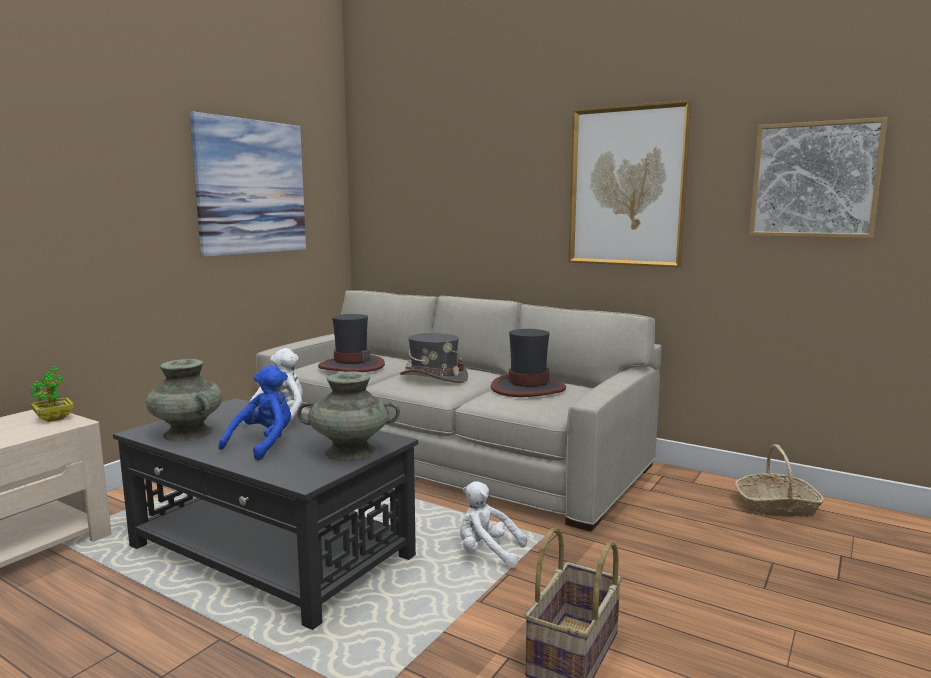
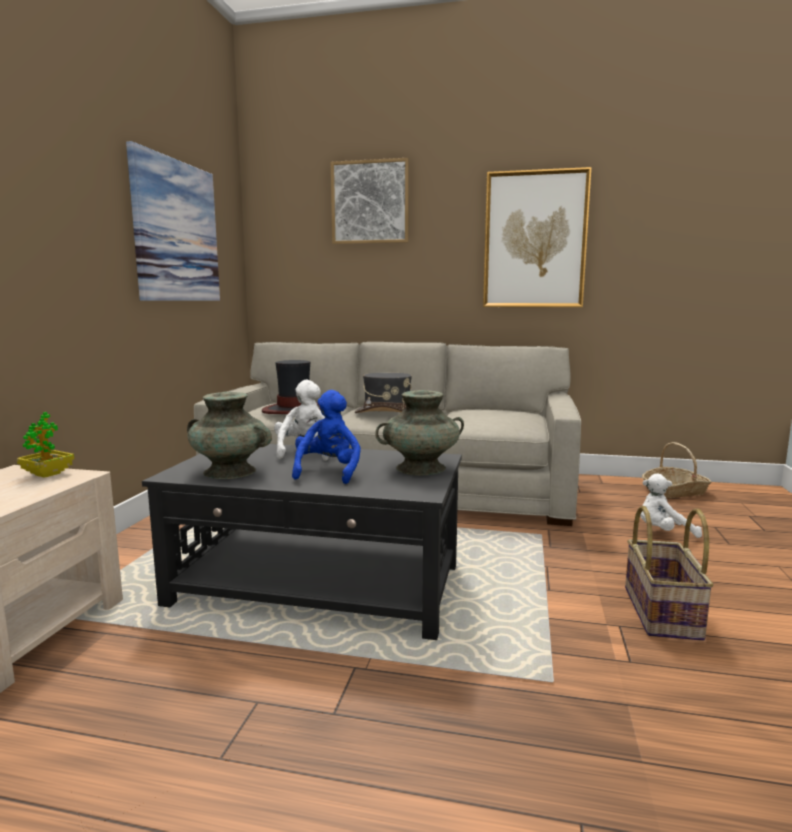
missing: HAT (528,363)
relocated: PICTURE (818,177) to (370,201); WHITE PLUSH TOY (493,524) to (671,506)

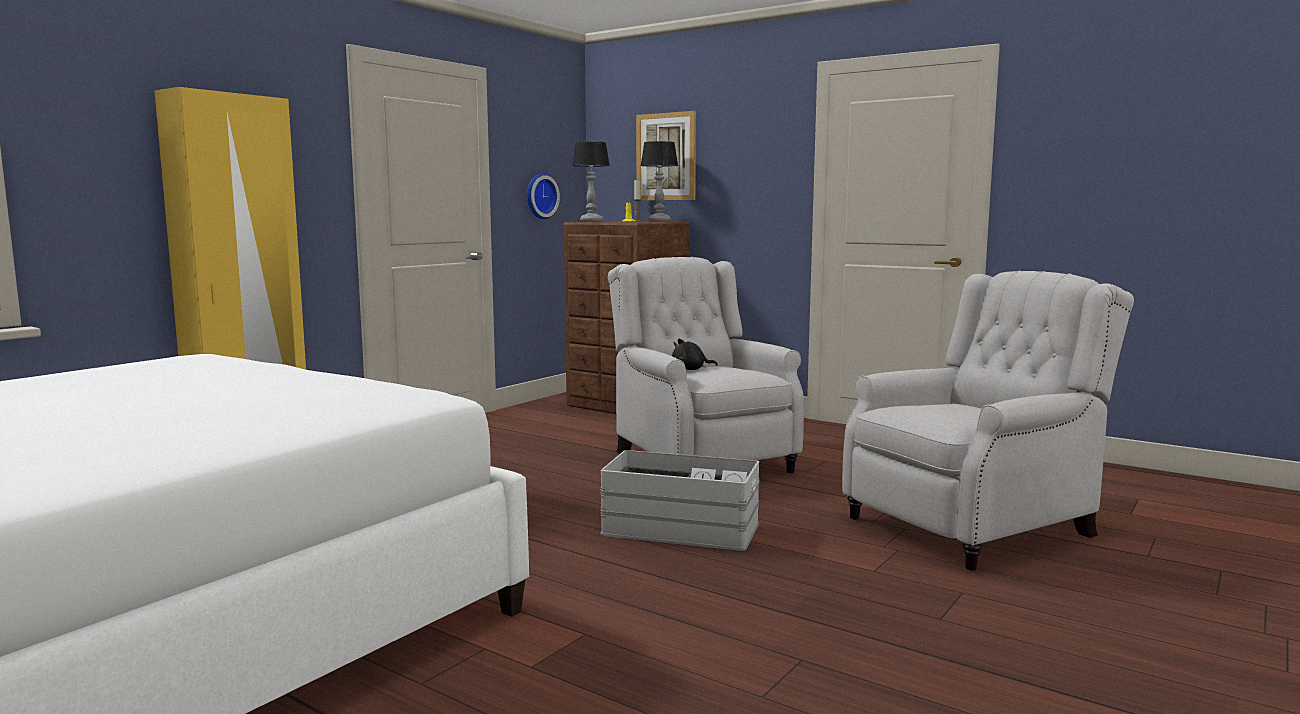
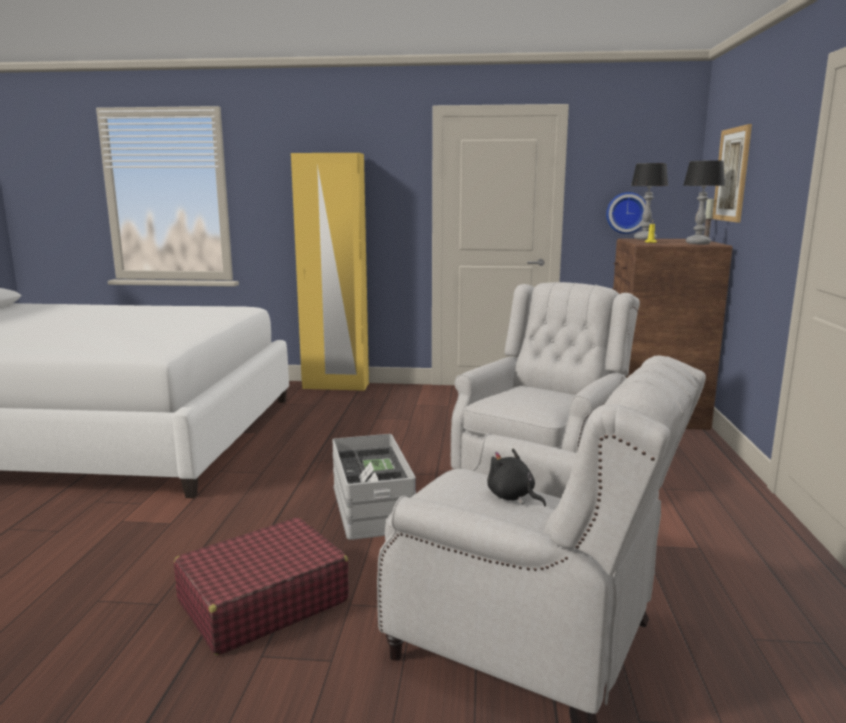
appeared: RED SUITCASE (261,586)
relocated: BLACK PLUSH TOY (694,354) to (516,477)

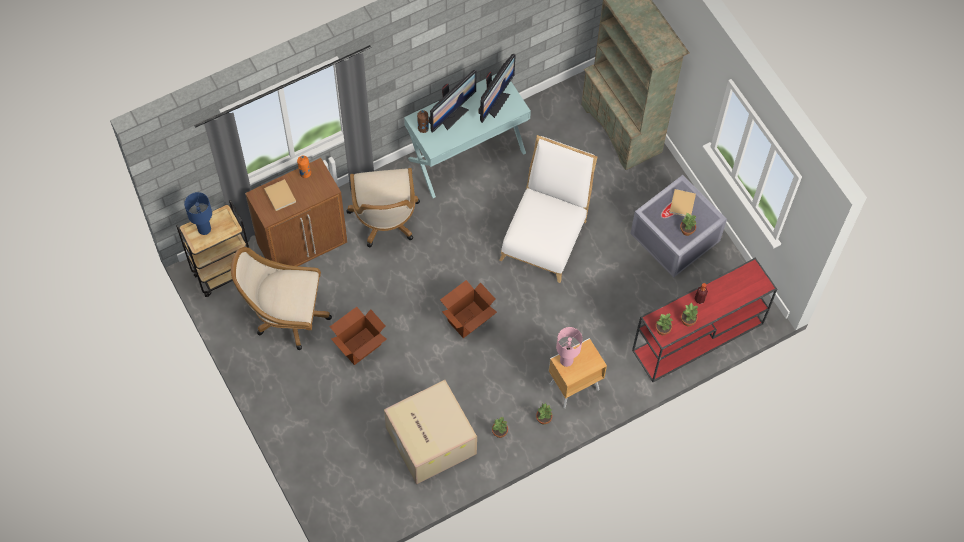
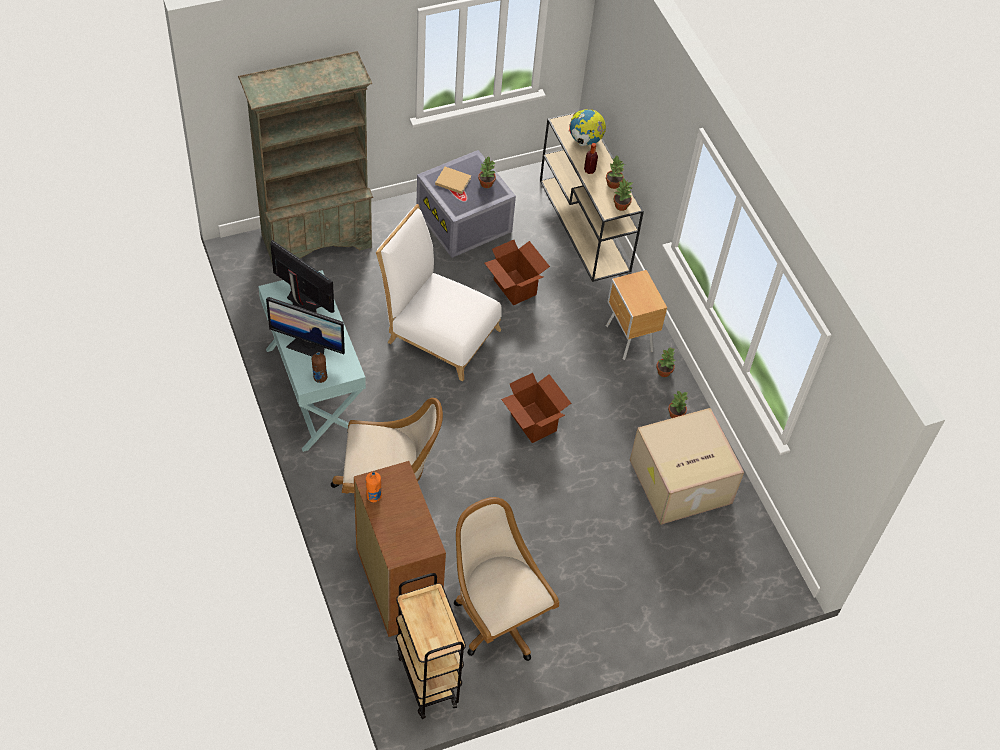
missing: BLUE TABLE LAMP (198,213); BEIGE BOOK (280,195); PINK TABLE LAMP (569,347)
appeared: GLOBE (587,127)
relocated: CARDBOARD BOX (358,336) to (517,272)
colour: RED CONSOLE TABLE (704,320) to BEIGE CONSOLE TABLE (592,197)
spun: MONITOR (453,101) = (305,326) 150 degrees clockwise; OFFICE CHAIR (281,298) = (506,579) 135 degrees clockwise

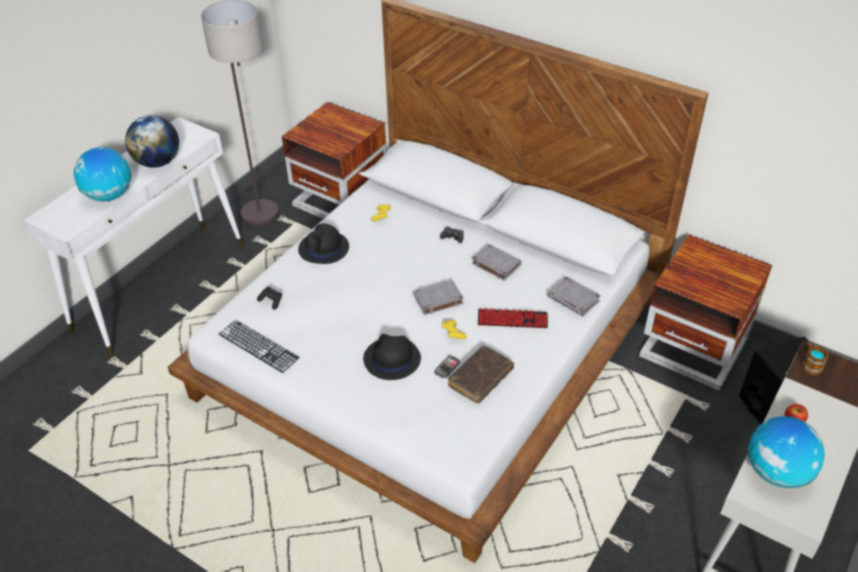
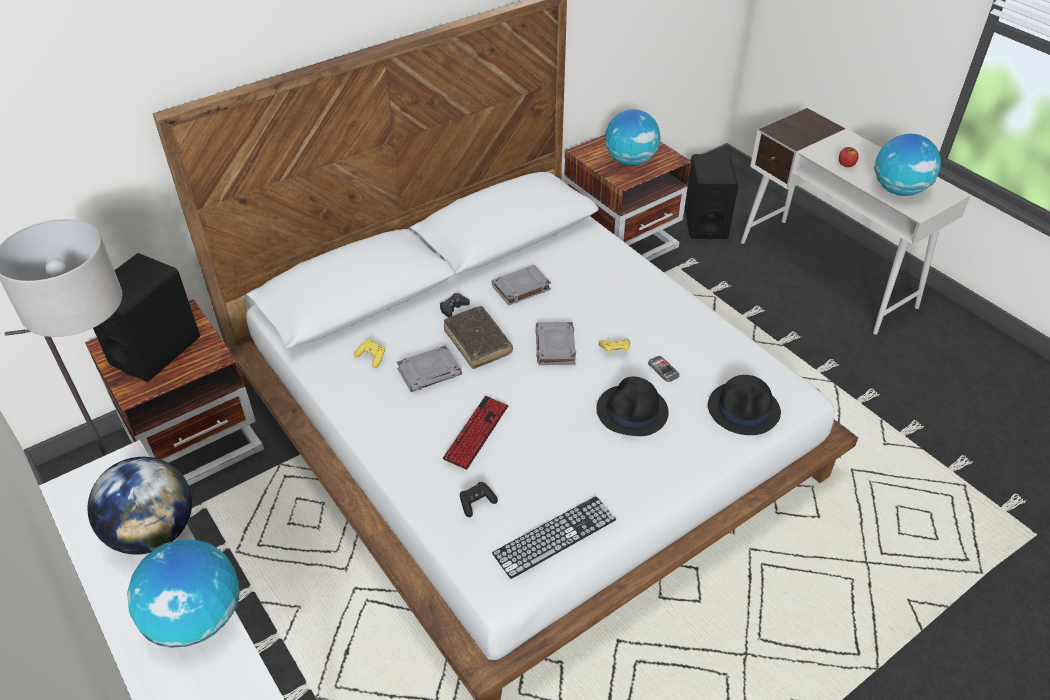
missing: MUG (815,358)
appeared: BLACK SPEAKER (146,317); GLOBE (632,137)
relocated: GREY BOOK (574,296) to (429,368); KEYBOARD (513,318) to (475,433); BROWN BOOK (481,375) to (478,337); BLACK HAT (323,244) to (744,405)

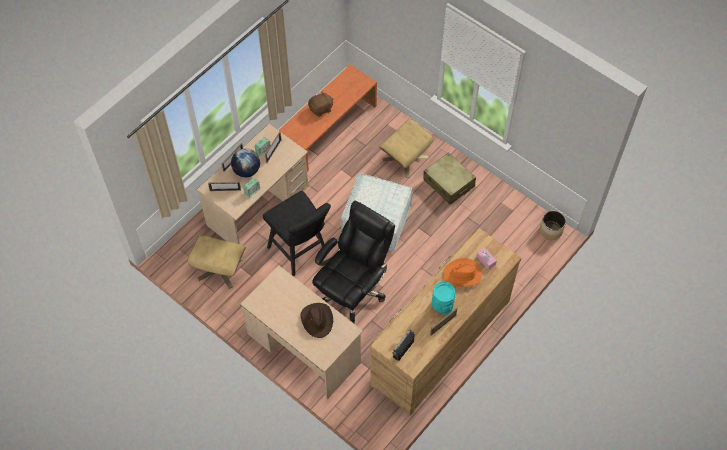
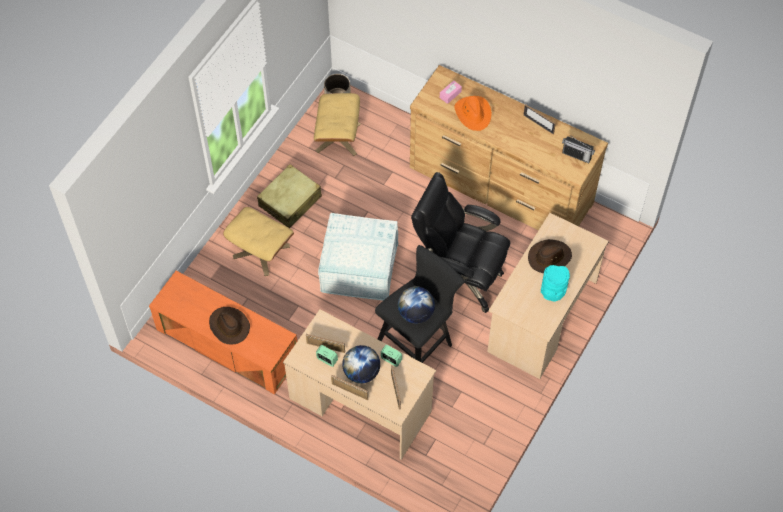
appeared: GLOBE (416,305)
relocated: BEIGE OTTOMAN (216,262) to (337,124); TURQUOISE VASE (443,298) to (555,283)
exchanged: BROWN PLUSH TOY (320,104) to BROWN HAT (229,325)

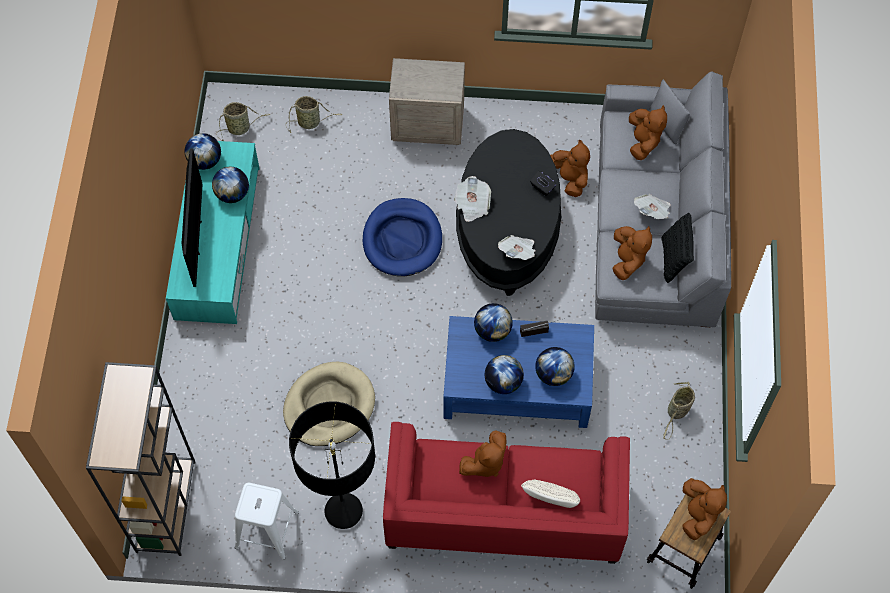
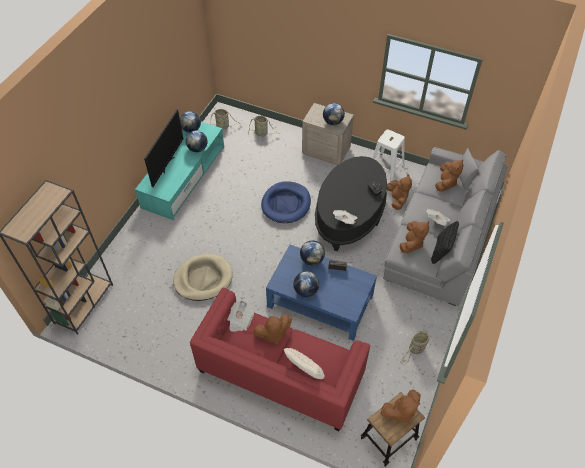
missing: BLACK FLOOR LAMP (332,465)
relocated: NEWSPAPER (472,199) to (240,316); GLOBE (555,366) to (334,114); WHITE STOOL (266,521) to (388,156)
spun: BROWN PLUSH TOY (704,509) = (401,406) 45 degrees clockwise

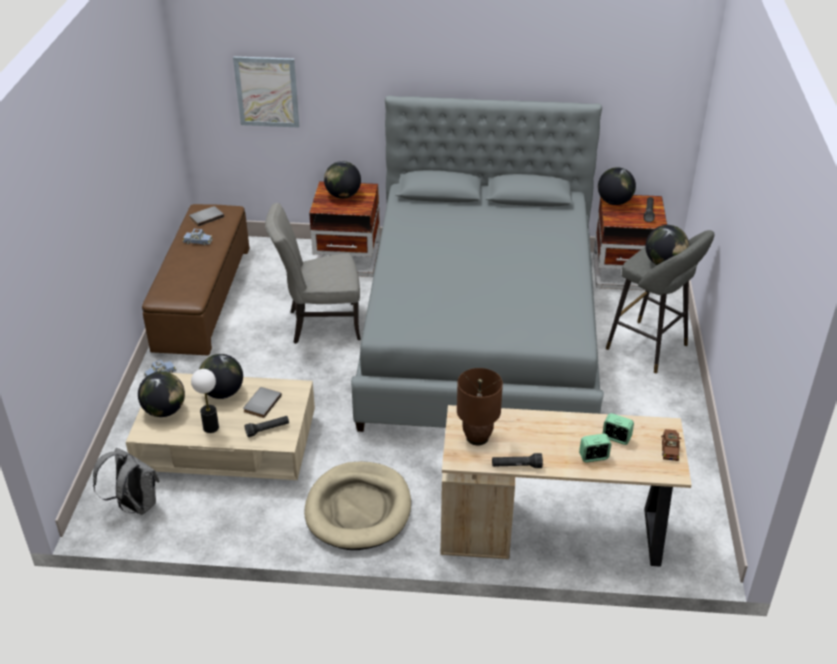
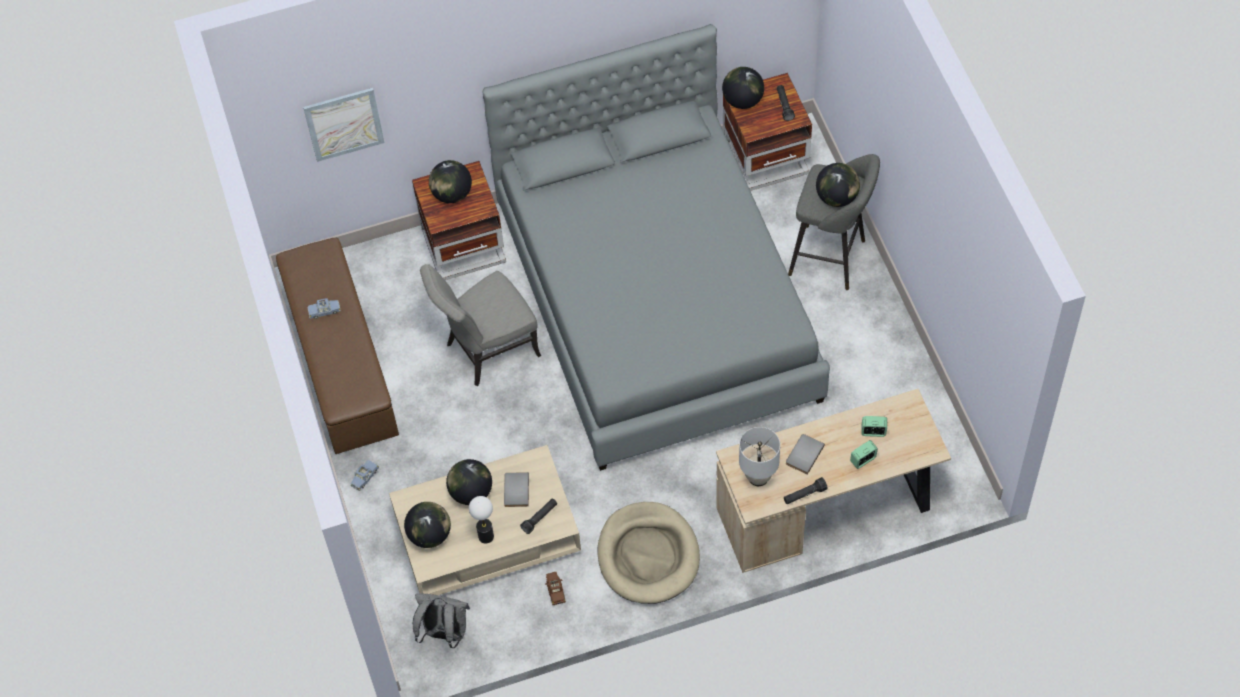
relocated: BROWN TOY CAR (671,445) to (555,588); GREY BOOK (206,216) to (805,454)
colour: BROWN TABLE LAMP (480,406) to WHITE TABLE LAMP (759,456)

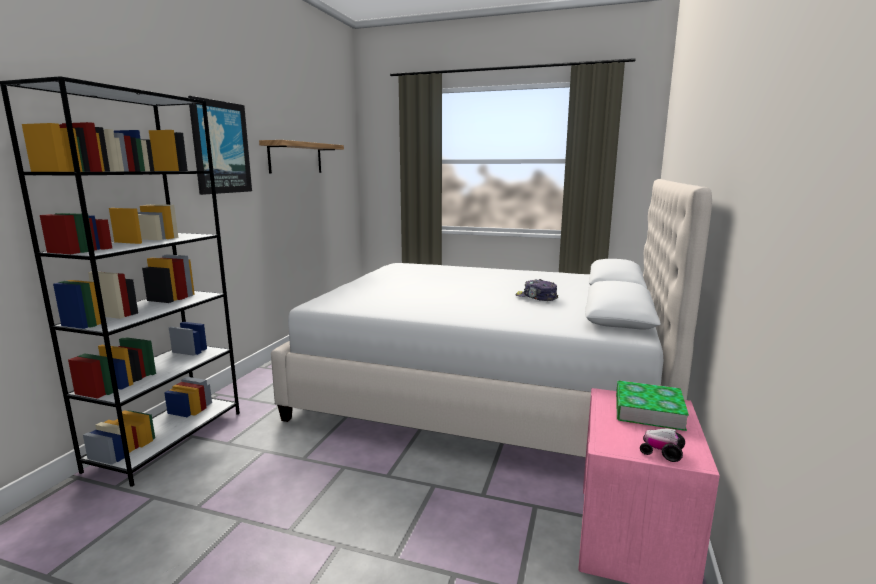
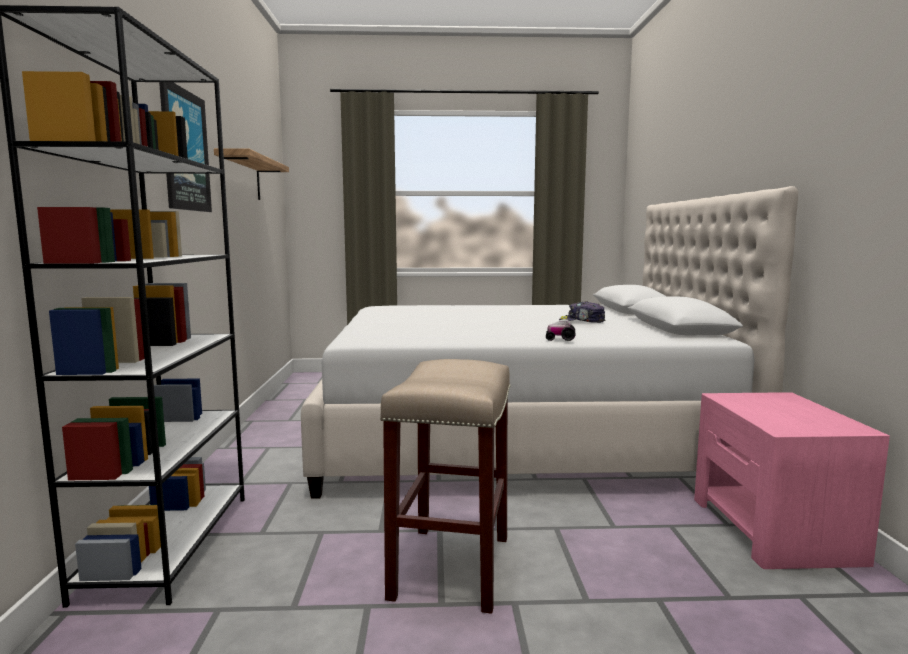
missing: BOOK (652,405)
appeared: BEIGE STOOL (445,486)
relocated: TOY CAR (662,445) to (561,330)

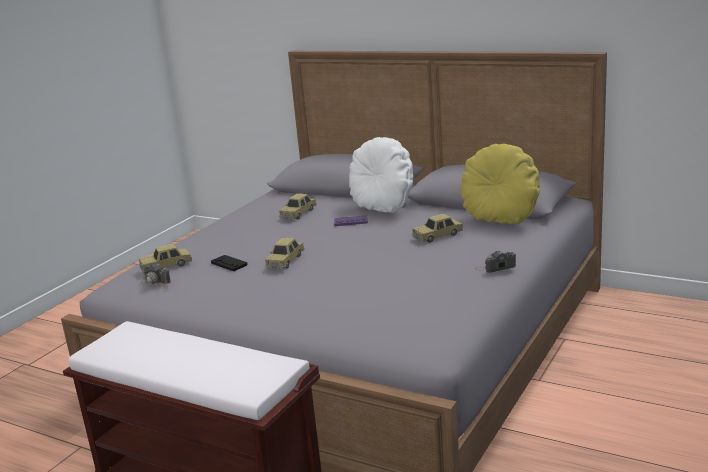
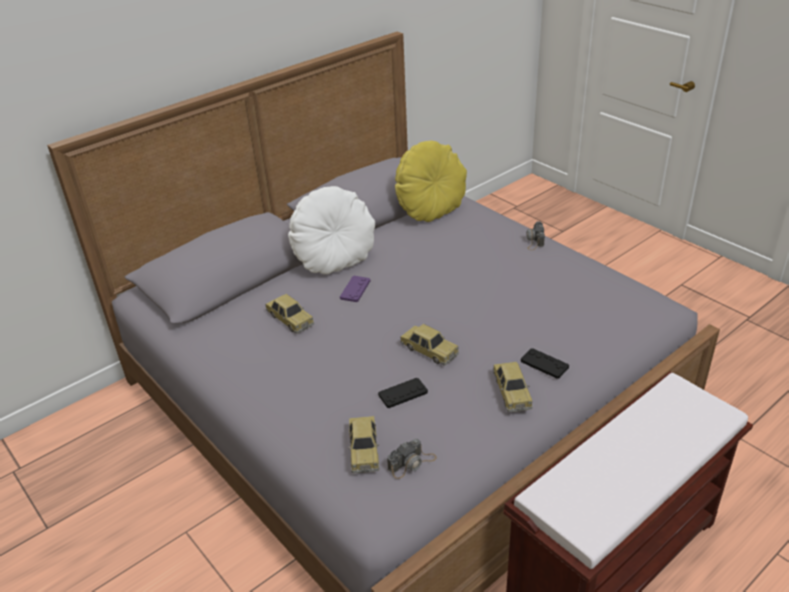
appeared: BLACK GAME CONTROLLER (545,363)
relocated: TOY CAR (437,228) to (512,387)

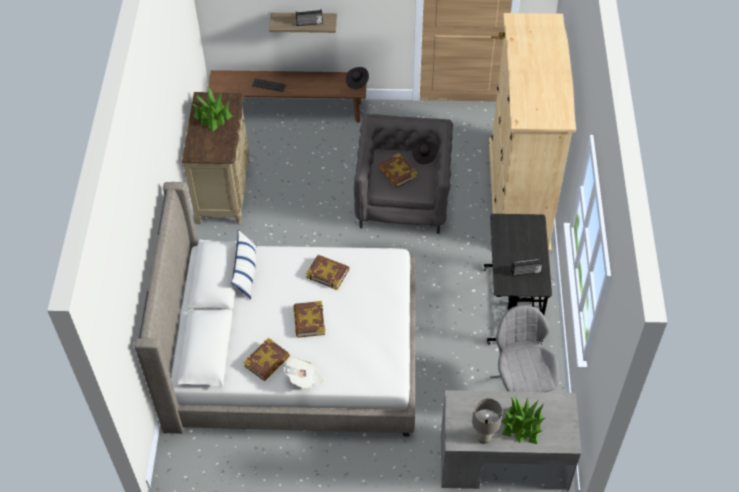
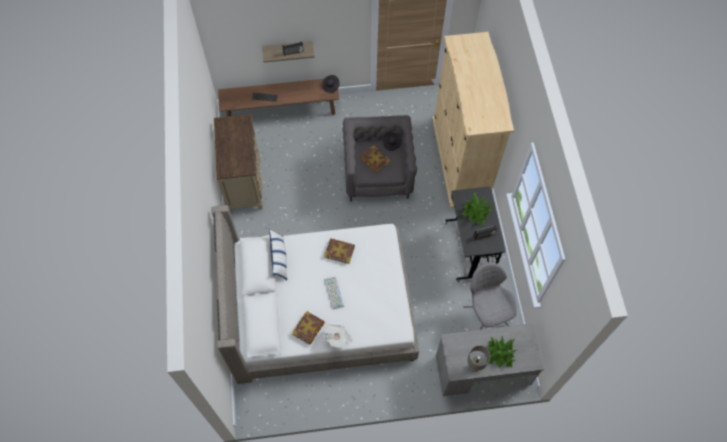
relocated: POTTED PLANT (212,109) to (477,209)
exchanged: BOOK (309,319) to KEYBOARD (334,293)

